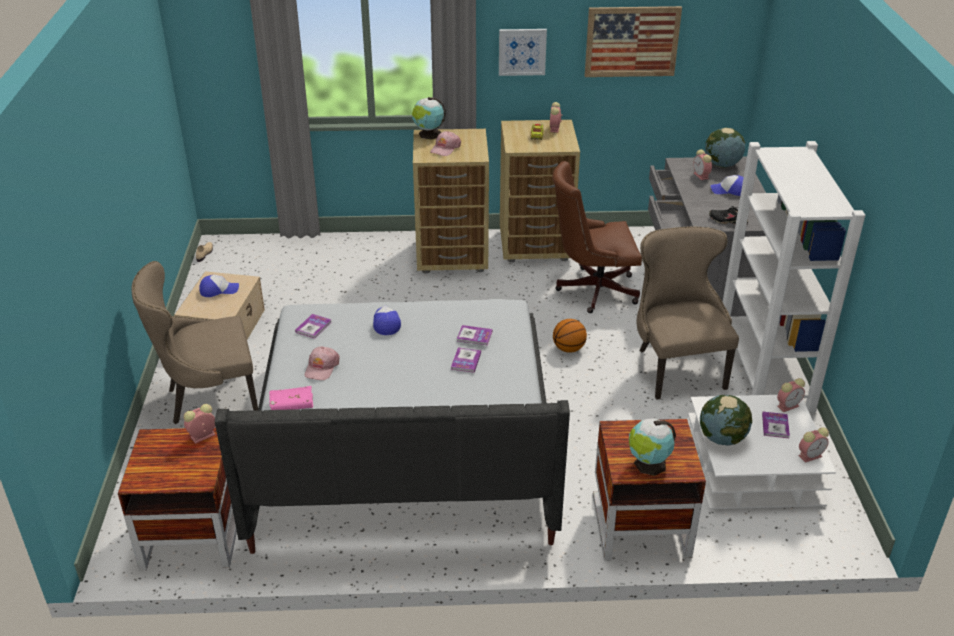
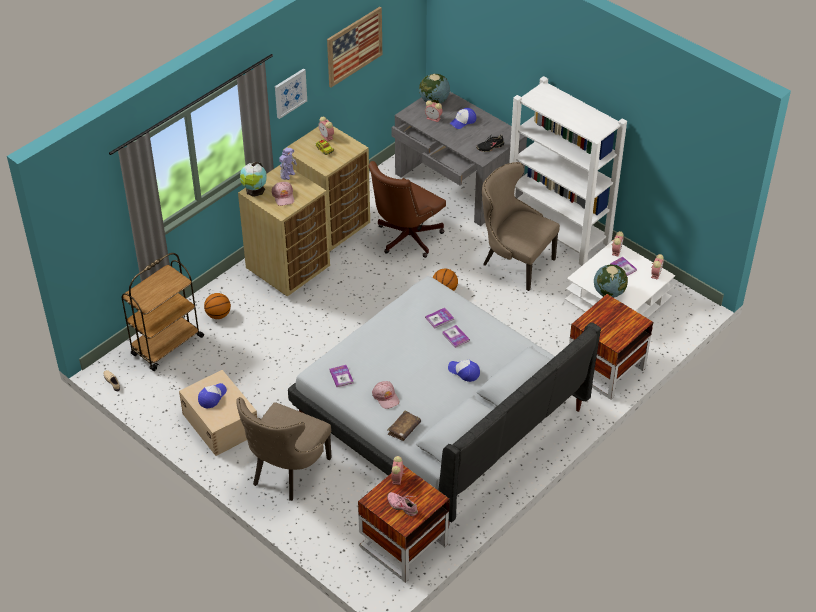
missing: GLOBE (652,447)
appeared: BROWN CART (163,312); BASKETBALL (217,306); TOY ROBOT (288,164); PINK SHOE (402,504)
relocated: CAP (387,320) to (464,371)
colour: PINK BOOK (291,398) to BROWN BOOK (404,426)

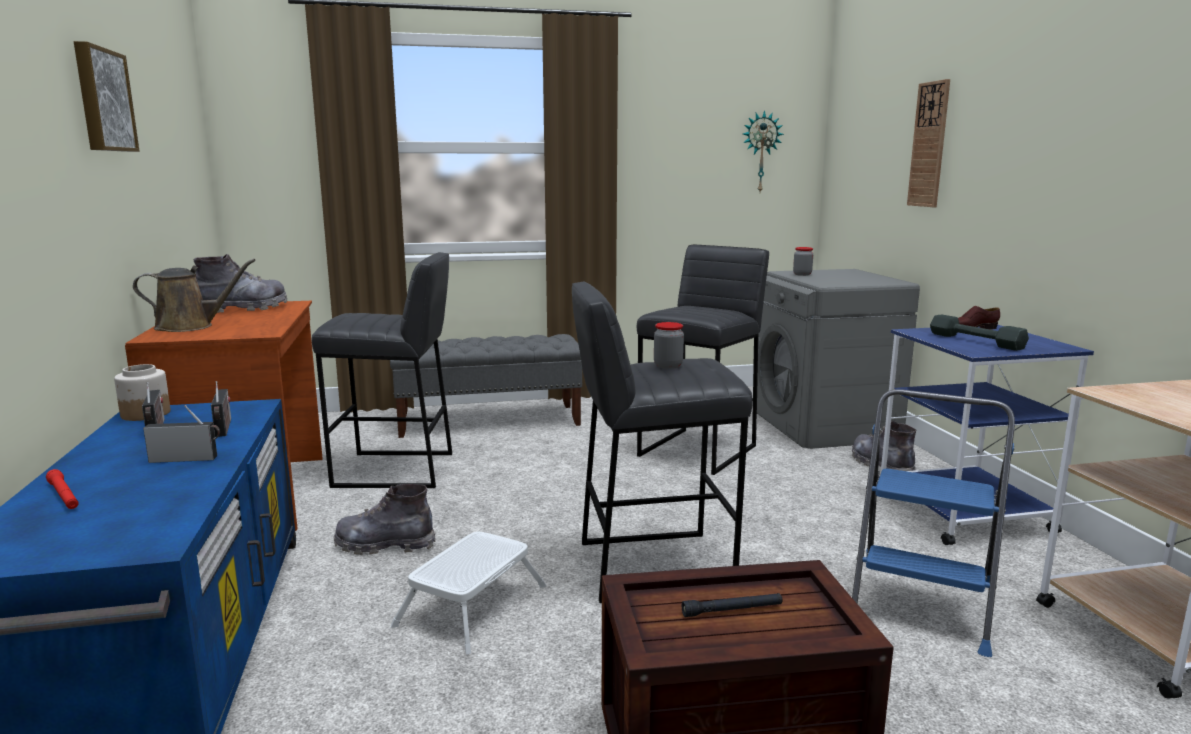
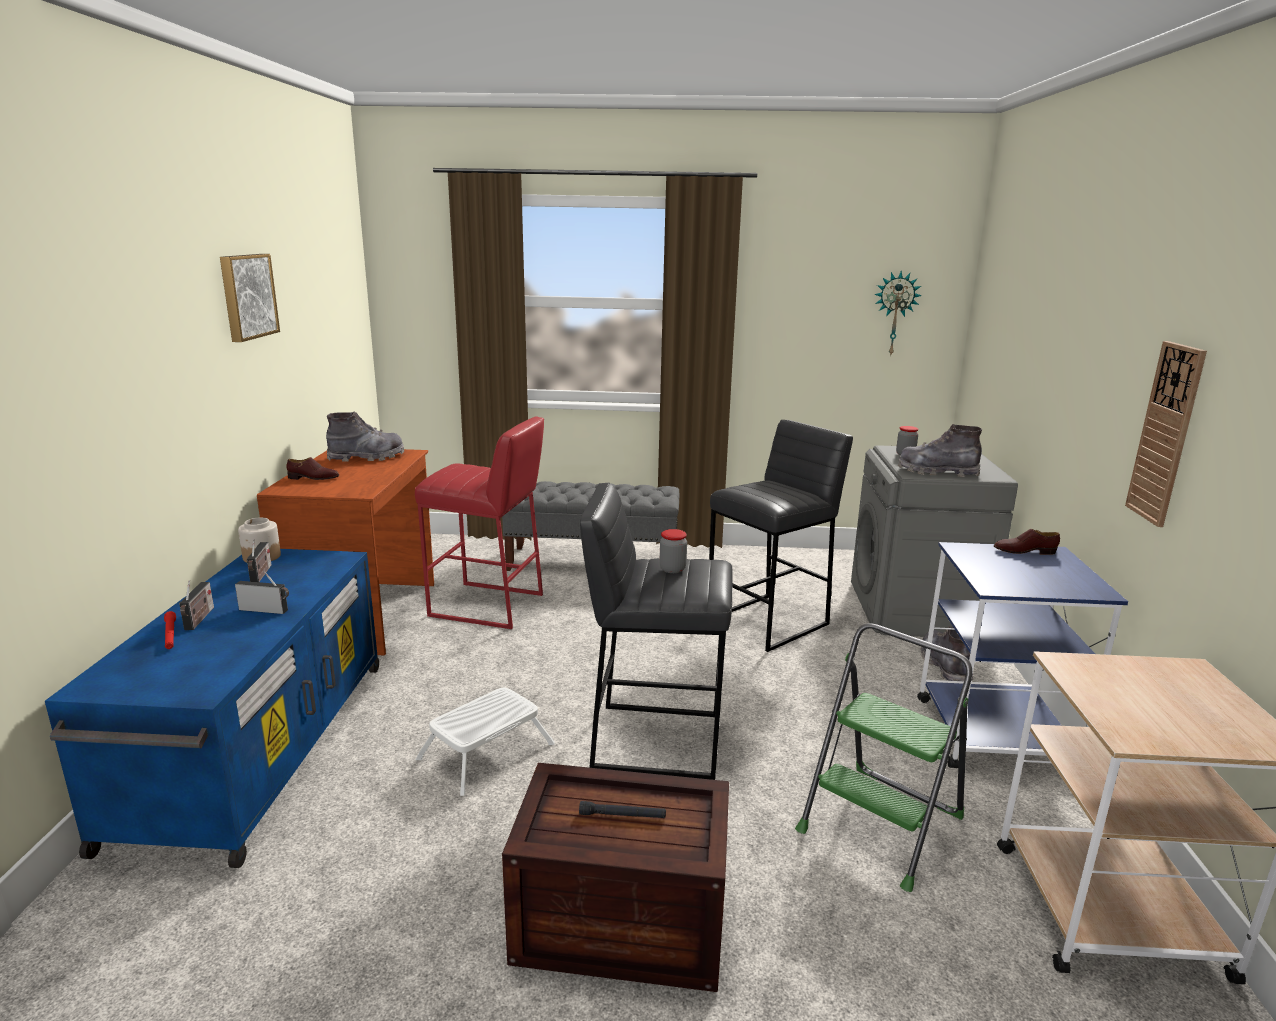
missing: GREY DUMBBELL (979,333)
relocated: RADIO (221,409) to (196,605); GREY BOOT (384,519) to (940,450); WALL CLOCK (928,143) to (1166,434)
exchanged: BROWN WATERING CAN (194,295) to BROWN SHOE (312,468)
colour: GREY STOOL (382,370) to RED STOOL (479,522); BLUE STEP LADDER (933,523) to GREEN STEP LADDER (883,757)

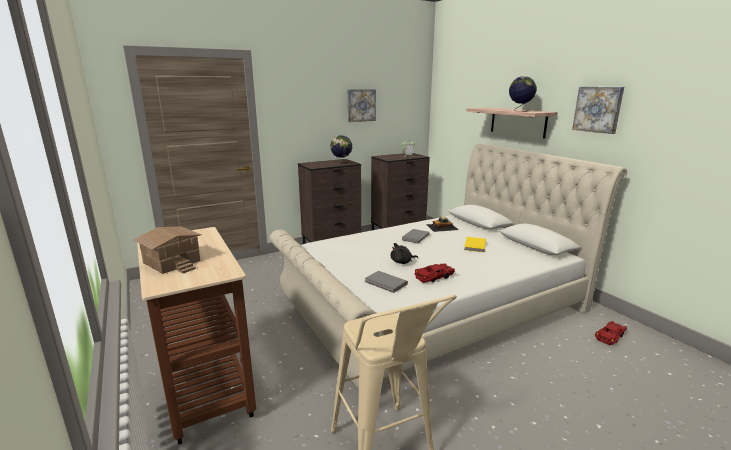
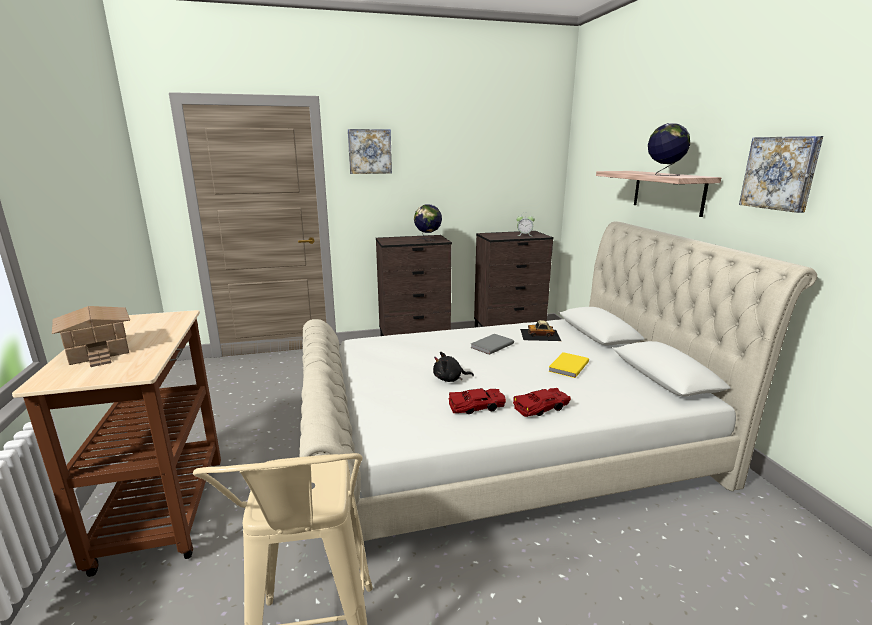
missing: GREY BOOK (386,282)
relocated: PICTURE (361,105) to (370,151); RED TOY CAR (610,333) to (542,402)

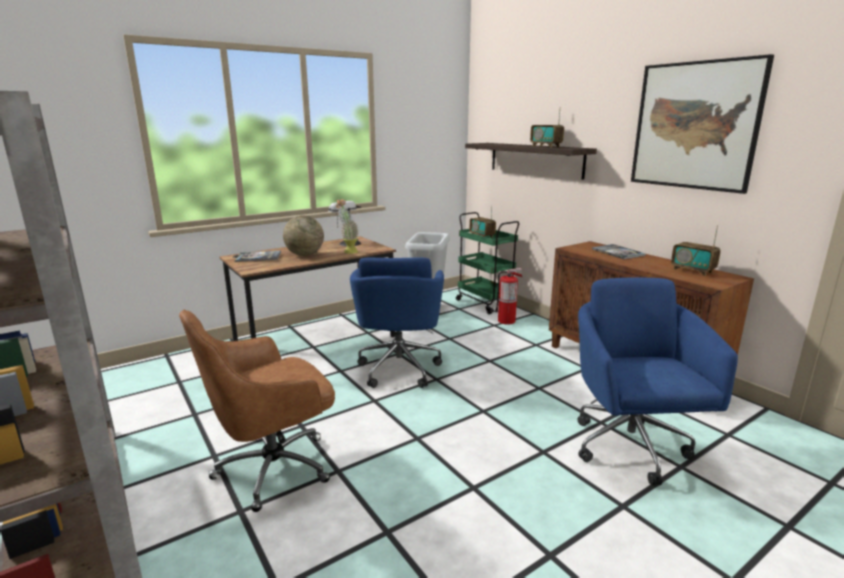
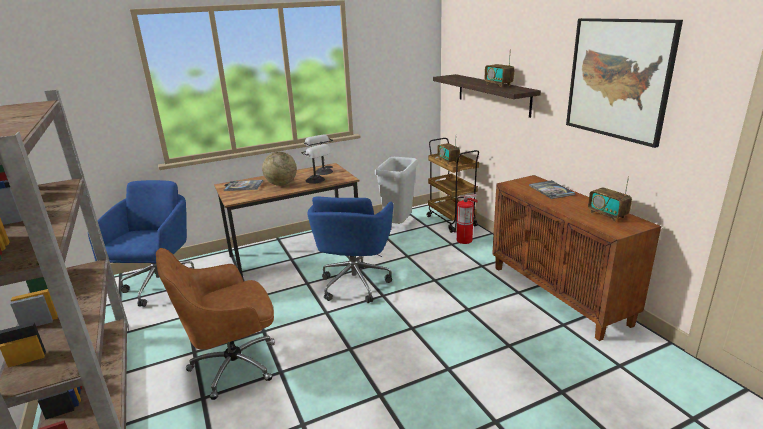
relocated: BLUE OFFICE CHAIR (658,381) to (141,243)
exchanged: POTTED PLANT (347,226) to TABLE LAMP (316,164)
colour: GREEN CART (487,263) to BROWN CART (452,185)

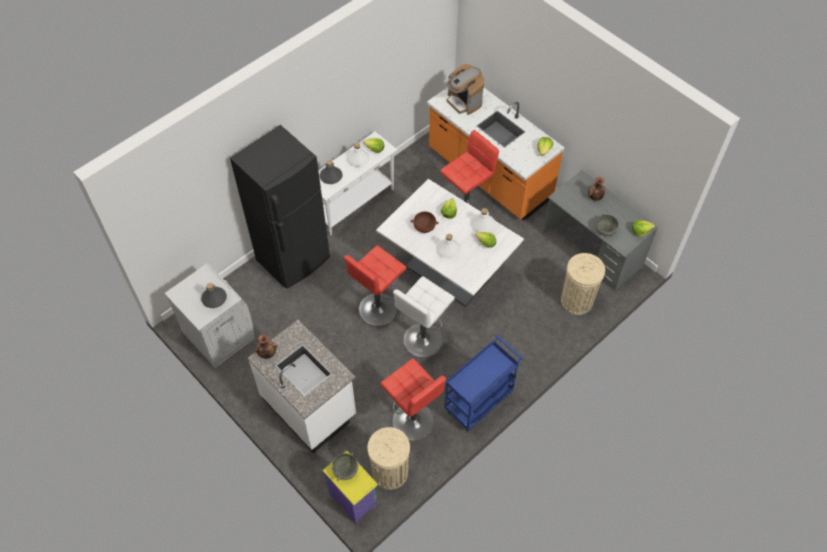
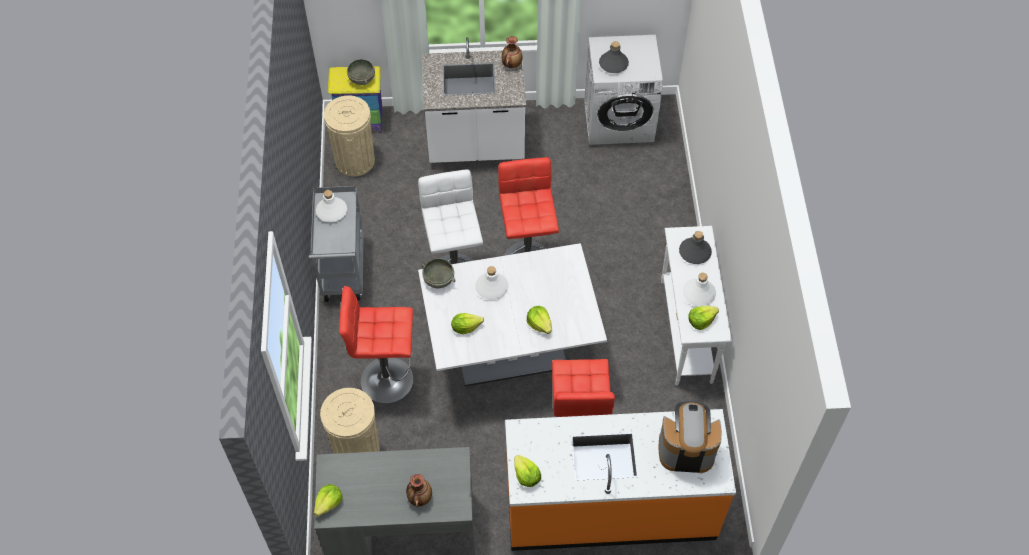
missing: BLACK FRIDGE (280,207); BROWN BOWL (425,222)
relocated: WHITE BOTTLE (483,220) to (331,206); RED STOOL (413,399) to (376,344); GREY BOWL (607,225) to (439,273)
colour: BLUE CART (484,383) to GREY CART (336,244)

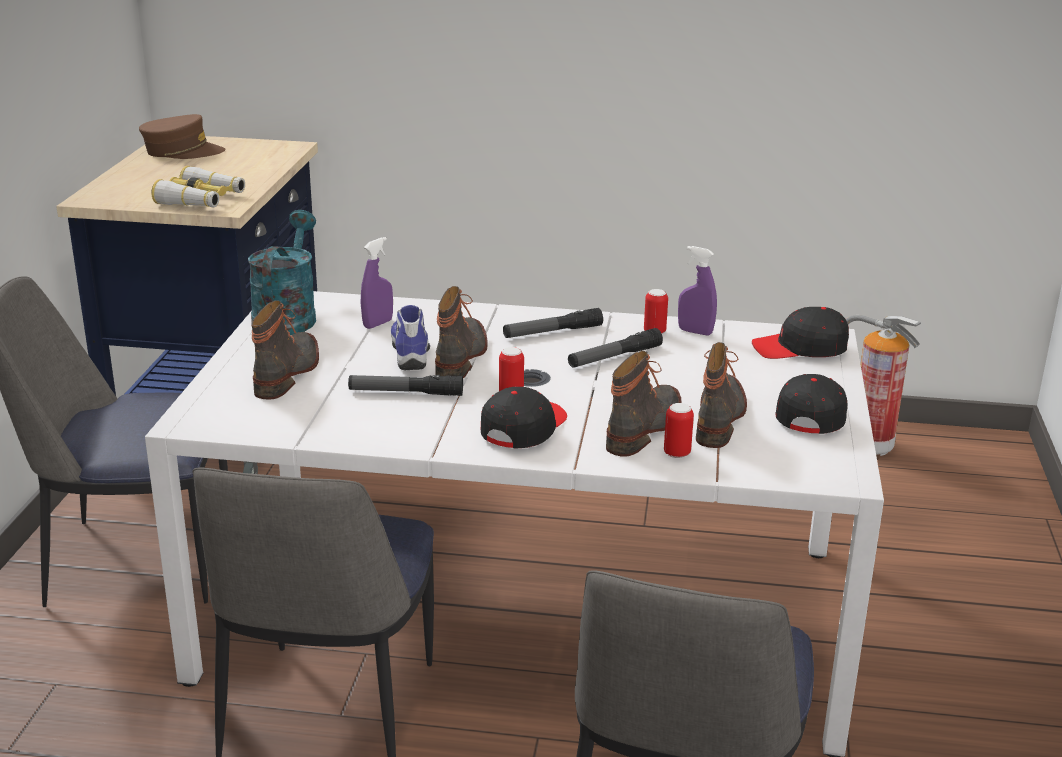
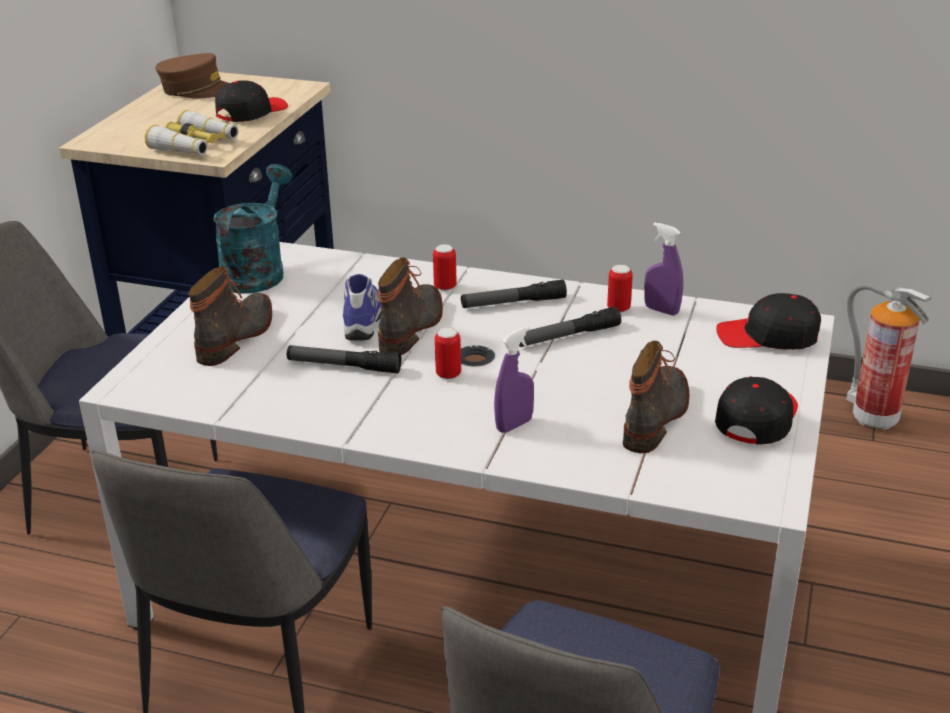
missing: BOOT (643,404)
relocated: BLACK CAP (524,417) to (251,101); CAN (679,430) to (445,267); PURPLE SPRAY BOTTLE (377,283) to (514,379)

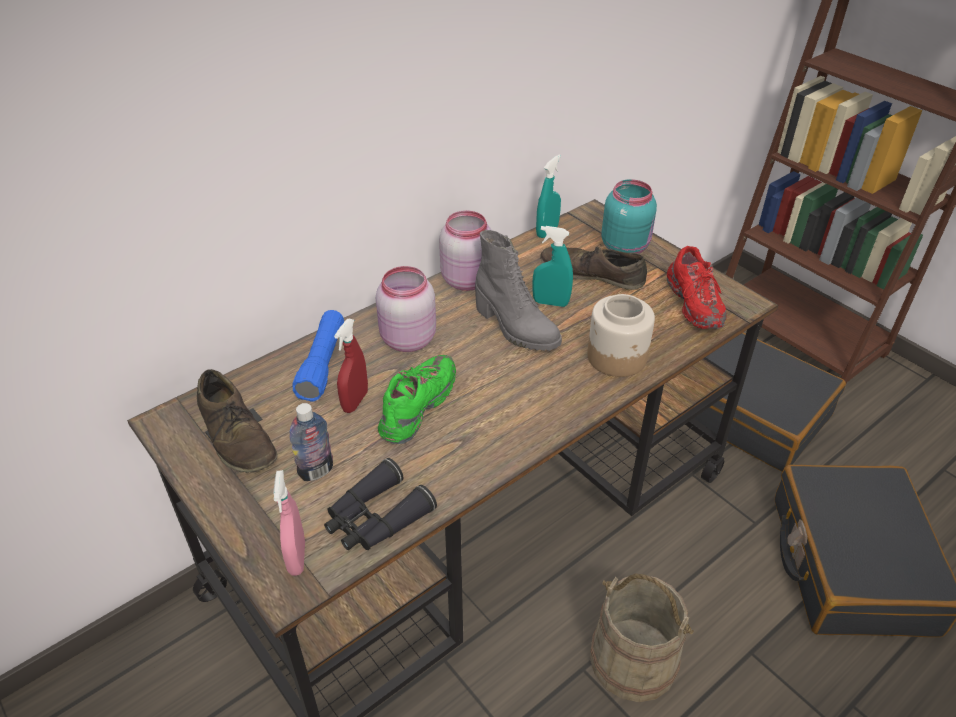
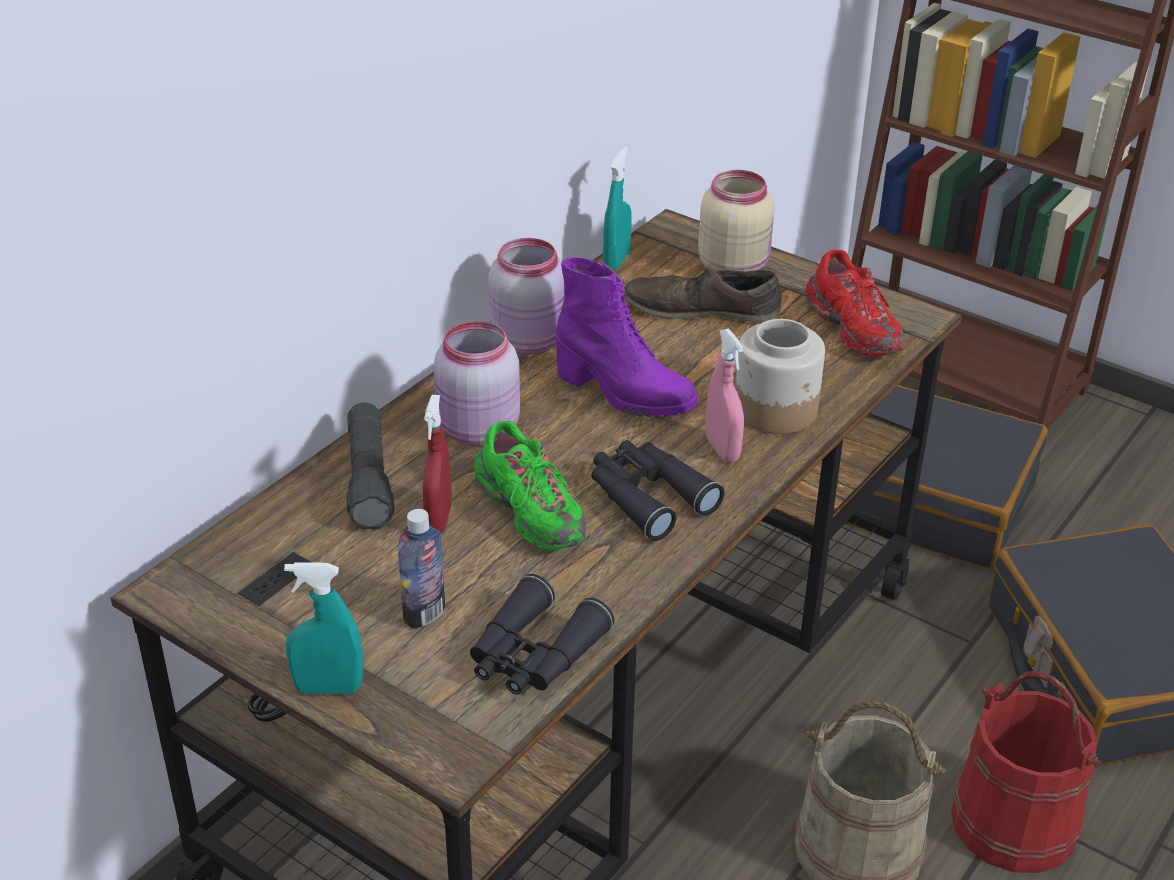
missing: BROWN SHOE (237,421)
appeared: BLACK BINOCULARS (658,490); RED BUCKET (1026,772)
relocated: TURQUOISE SPRAY BOTTLE (552,266) to (323,628); PINK SPRAY BOTTLE (289,523) to (725,395)
colour: BLUE FLASHLIGHT (318,356) to BLACK FLASHLIGHT (370,466); GREY BOOT (518,290) to PURPLE BOOT (627,337); TURQUOISE JAR (629,216) to BEIGE JAR (736,220)
spun: GREEN SHOE (417,399) = (530,486) 135 degrees clockwise

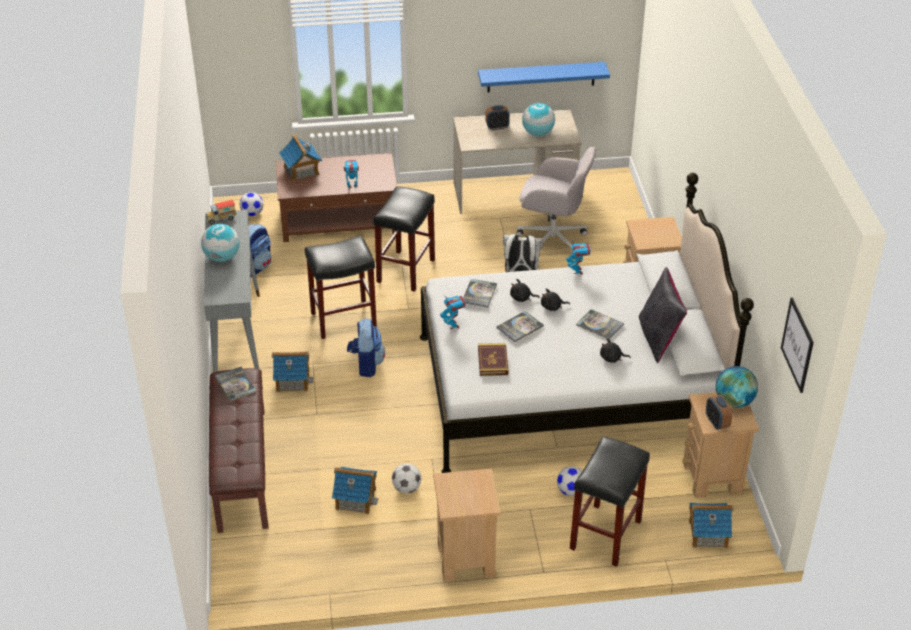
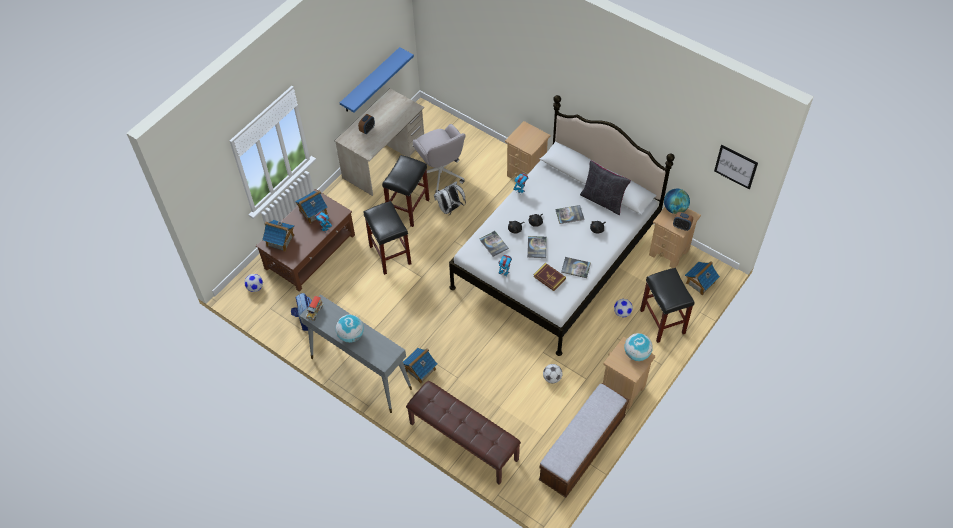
missing: BACKPACK (366,347)
appeared: BENCH (584,440)
relocated: TOY HOUSE (355,490) to (311,207); BLACK STOOL (341,287) to (406,191); BOOK (235,383) to (576,267); GLOBE (538,119) to (638,347)
spun: GREY OFFICE CHAIR (556,203) = (439,158) 90 degrees clockwise

